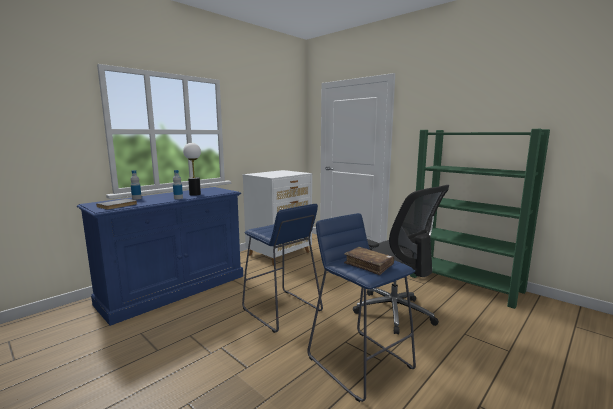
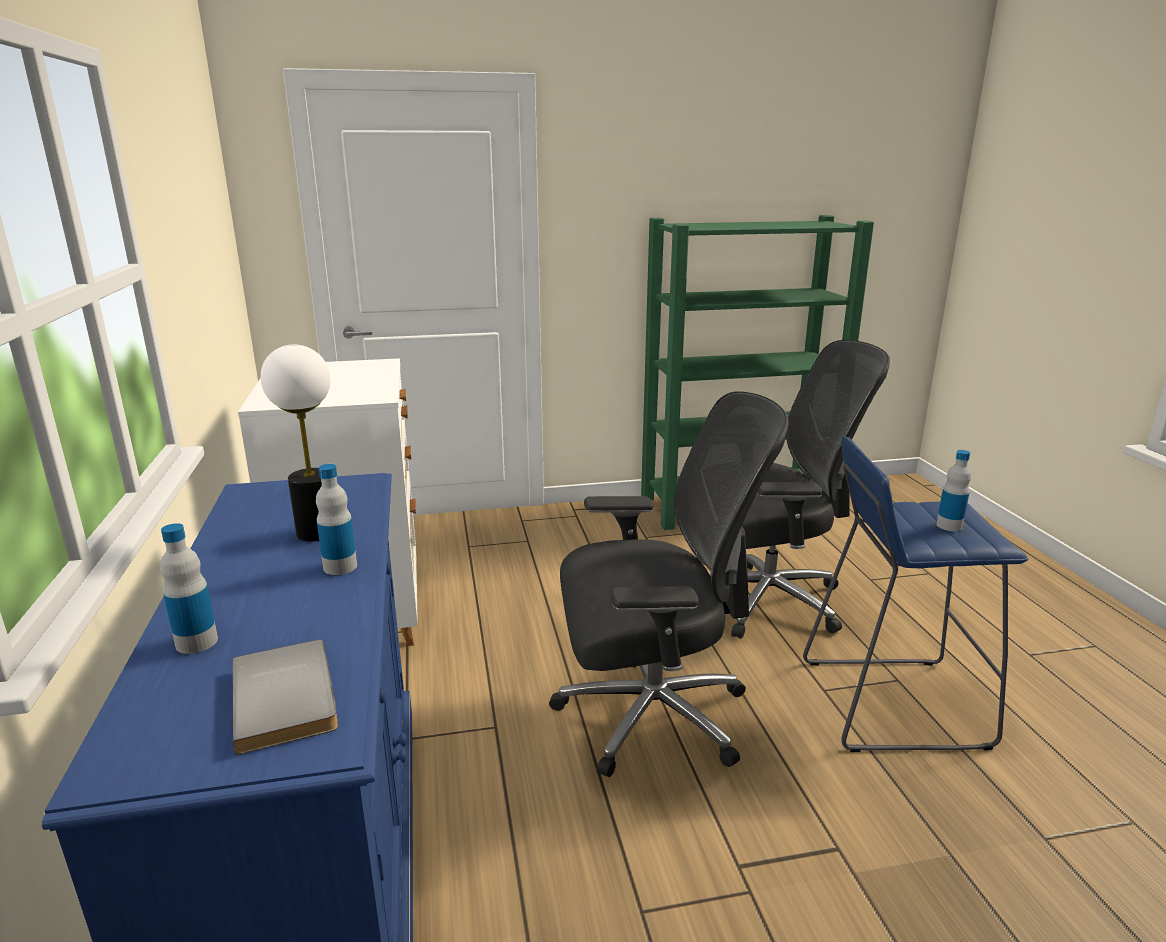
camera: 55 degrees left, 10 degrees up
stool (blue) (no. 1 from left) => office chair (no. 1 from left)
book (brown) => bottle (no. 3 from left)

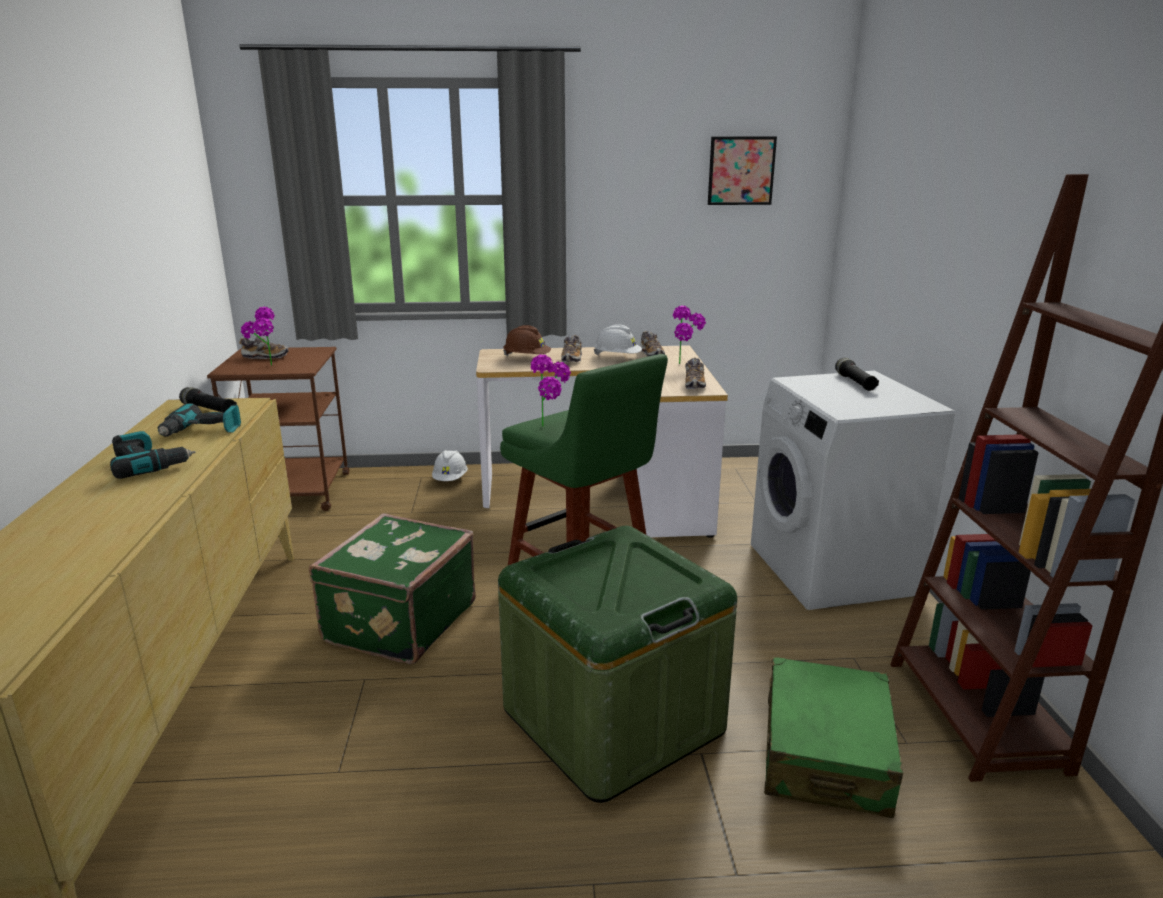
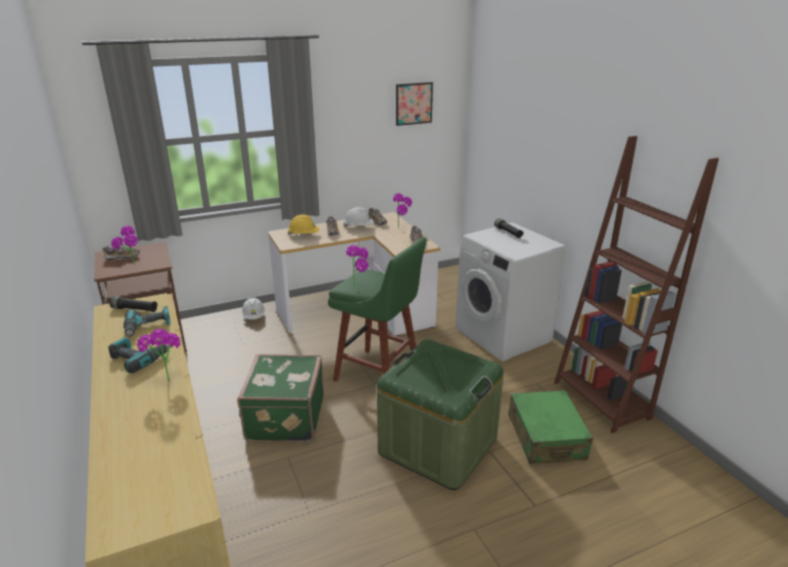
camera: 20 degrees left, 5 degrees up
hard hat (brown) => hard hat (yellow)
nothing => potted plant (no. 2 from left)

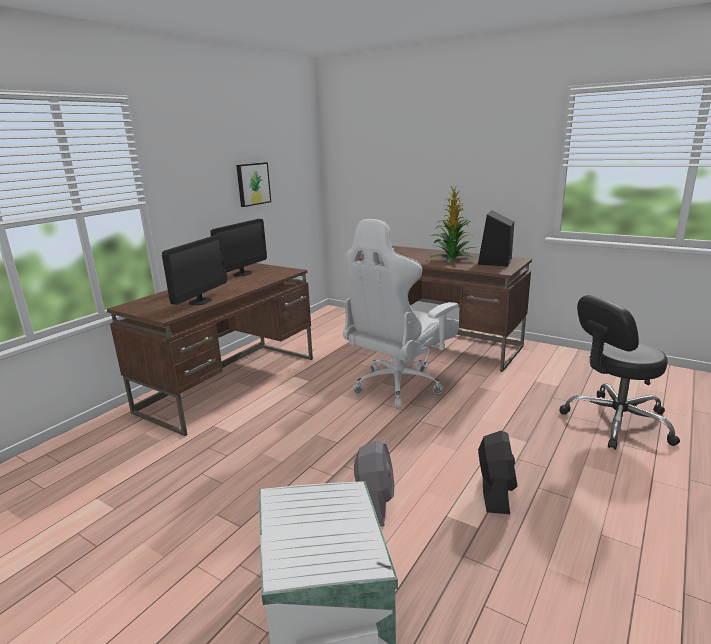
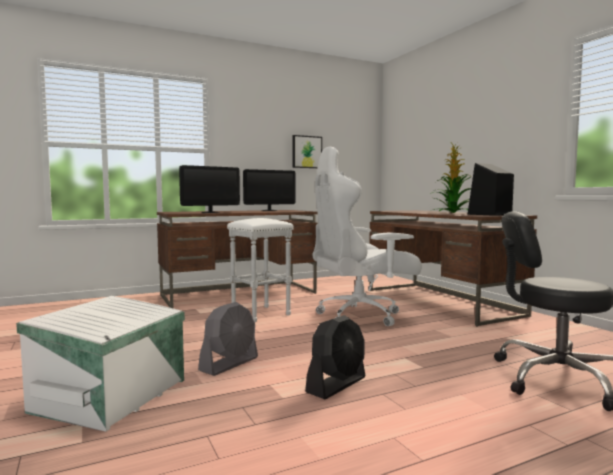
camera: 30 degrees right, 15 degrees down
nothing => stool (white)

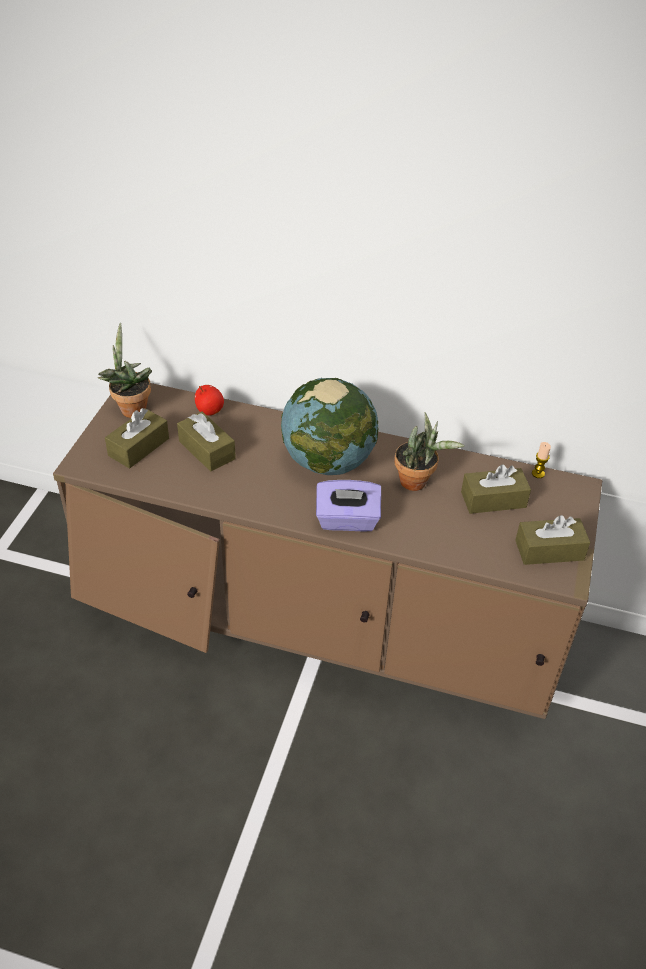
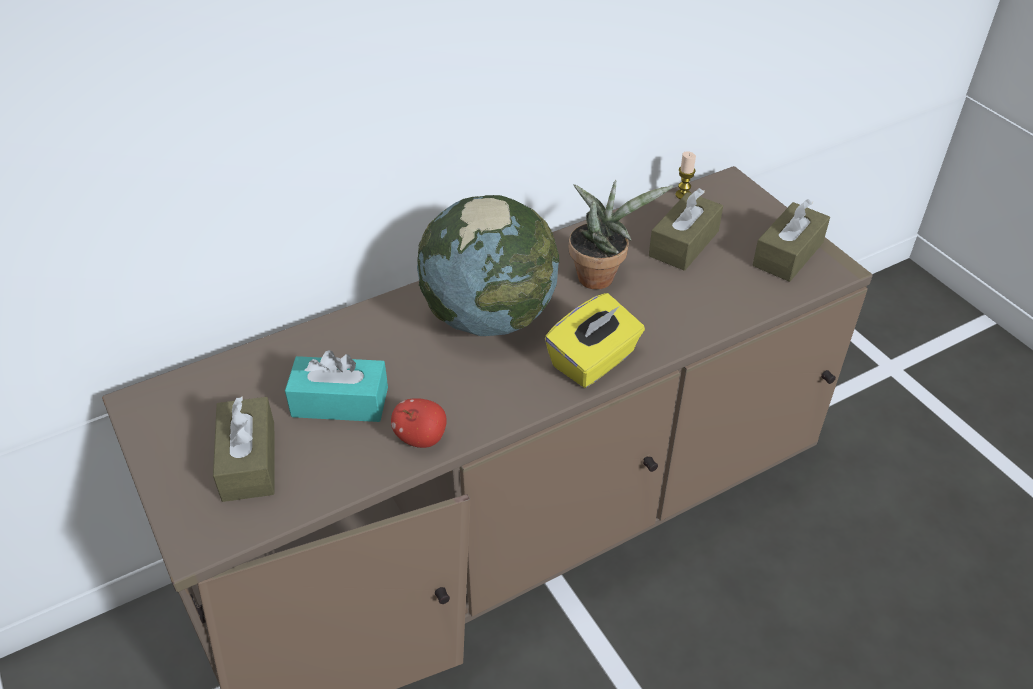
camera: 45 degrees left, 0 degrees up
potted plant (no. 1 from left) => nothing
tissue box (brown) (no. 2 from left) => tissue box (turquoise)
apple, relocated
tissue box (purple) => tissue box (yellow)

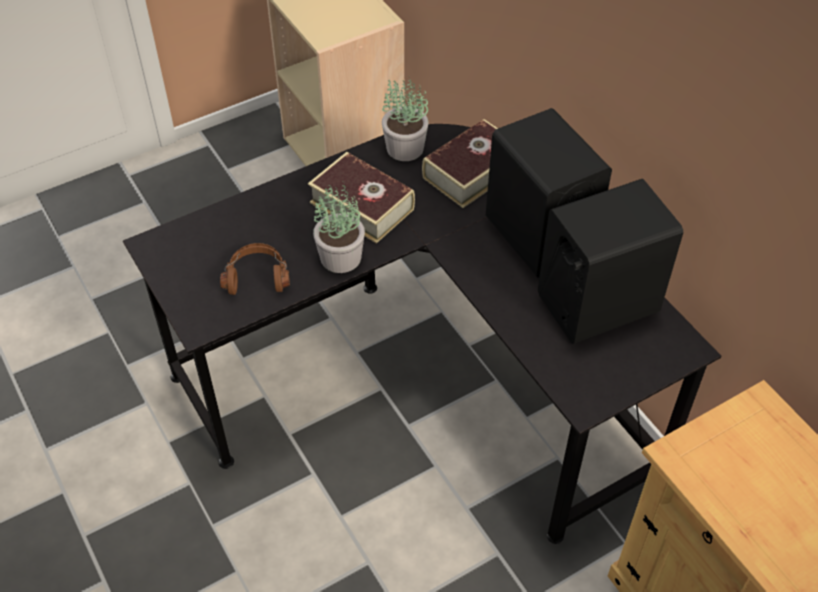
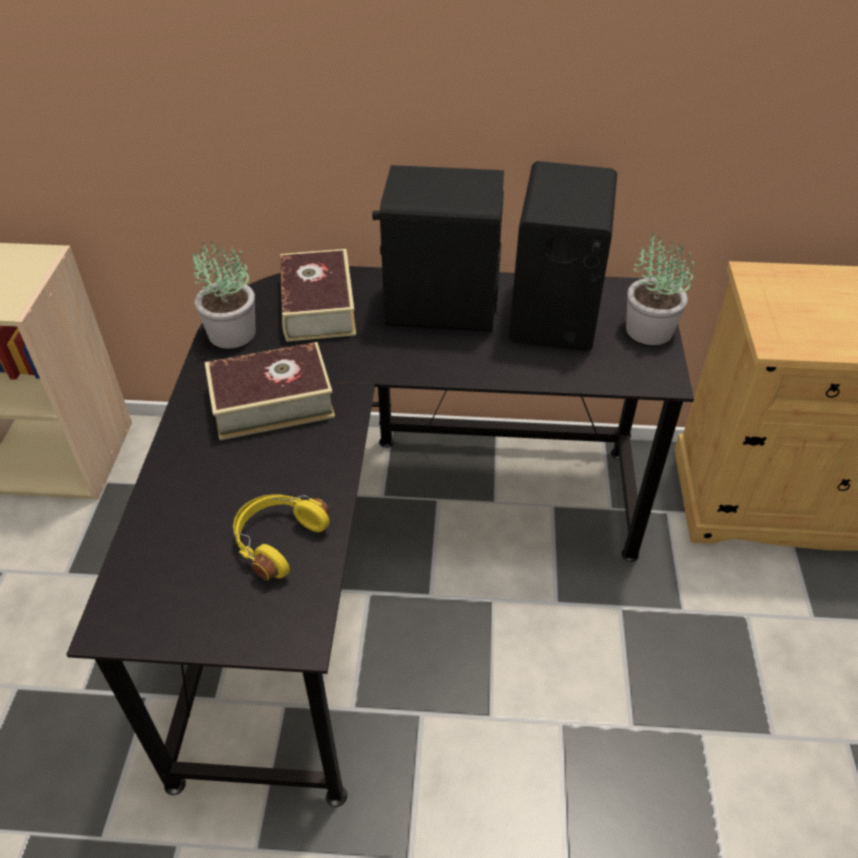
camera: 55 degrees left, 5 degrees down
headphones (brown) => headphones (yellow)
potted plant (no. 1 from left in the first image) => potted plant (no. 2 from left), relocated

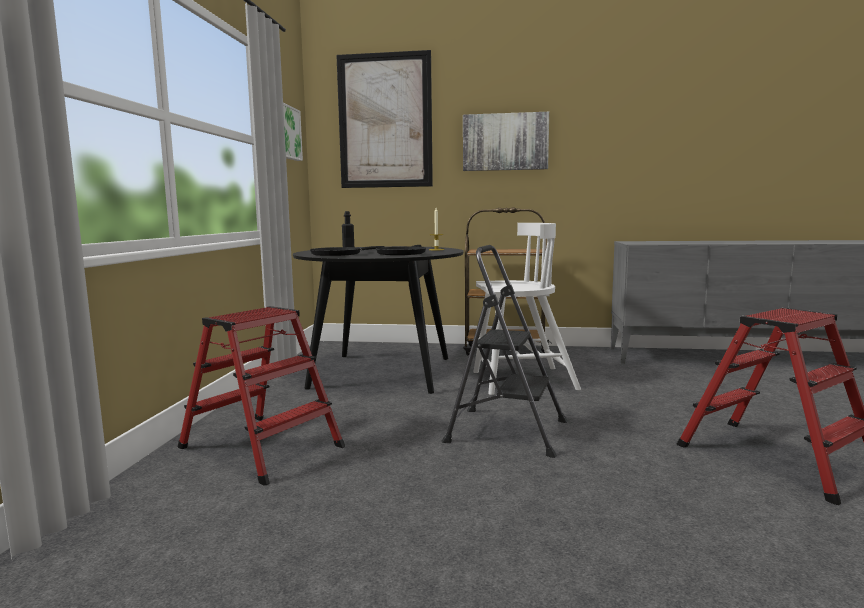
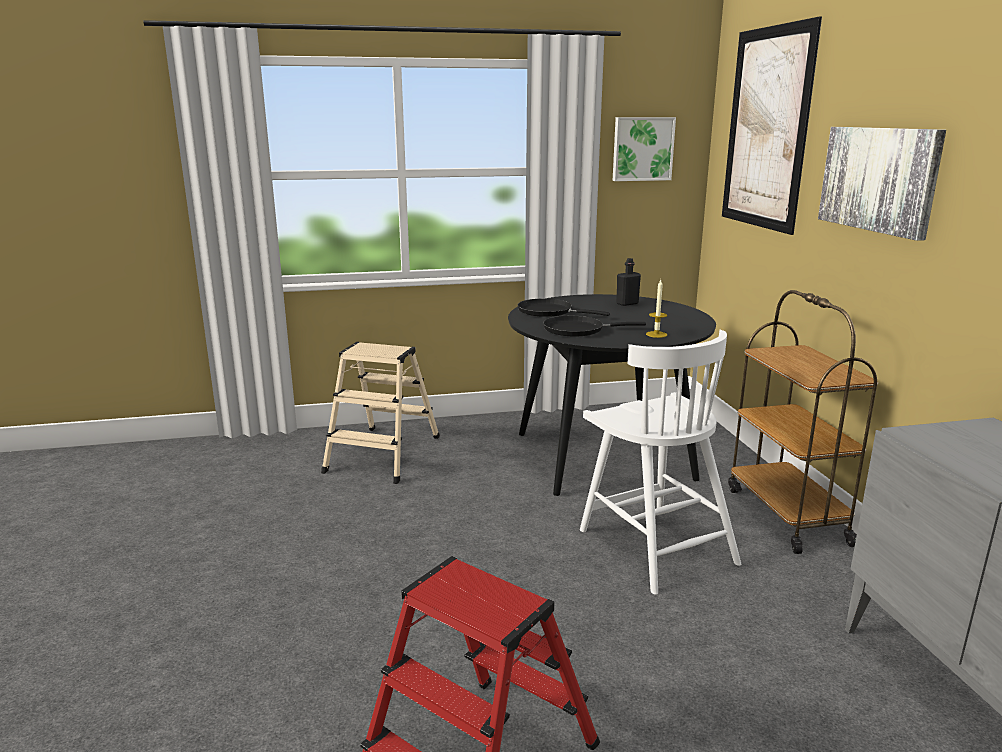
camera: 70 degrees right, 10 degrees up
step ladder (red) (no. 1 from left) => step ladder (beige)
step ladder (black) => nothing

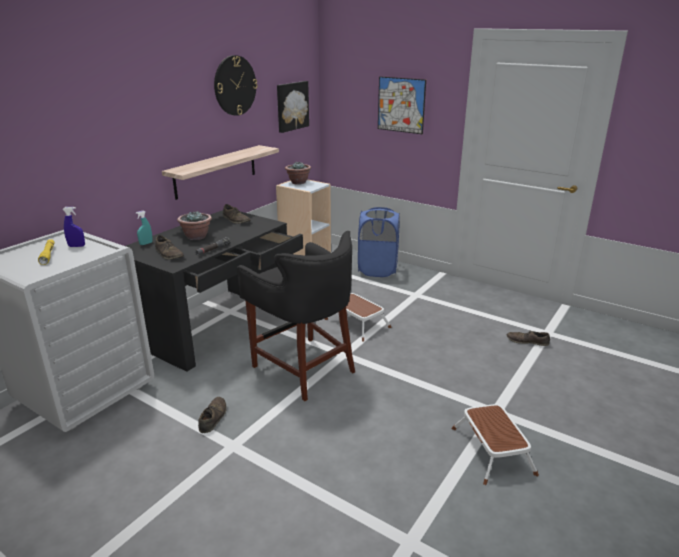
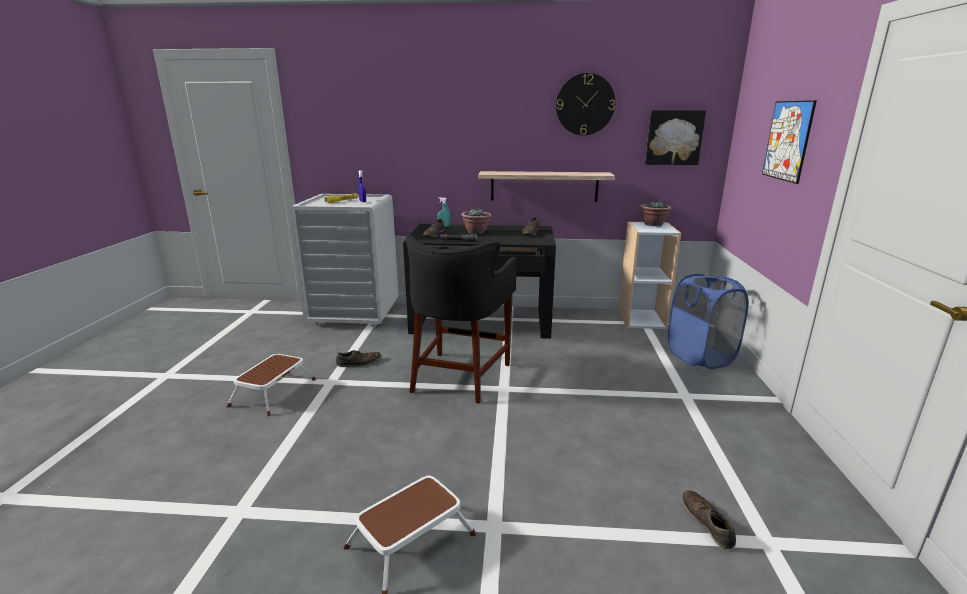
camera: 60 degrees right, 5 degrees down
step ladder (brown) (no. 1 from left), relocated

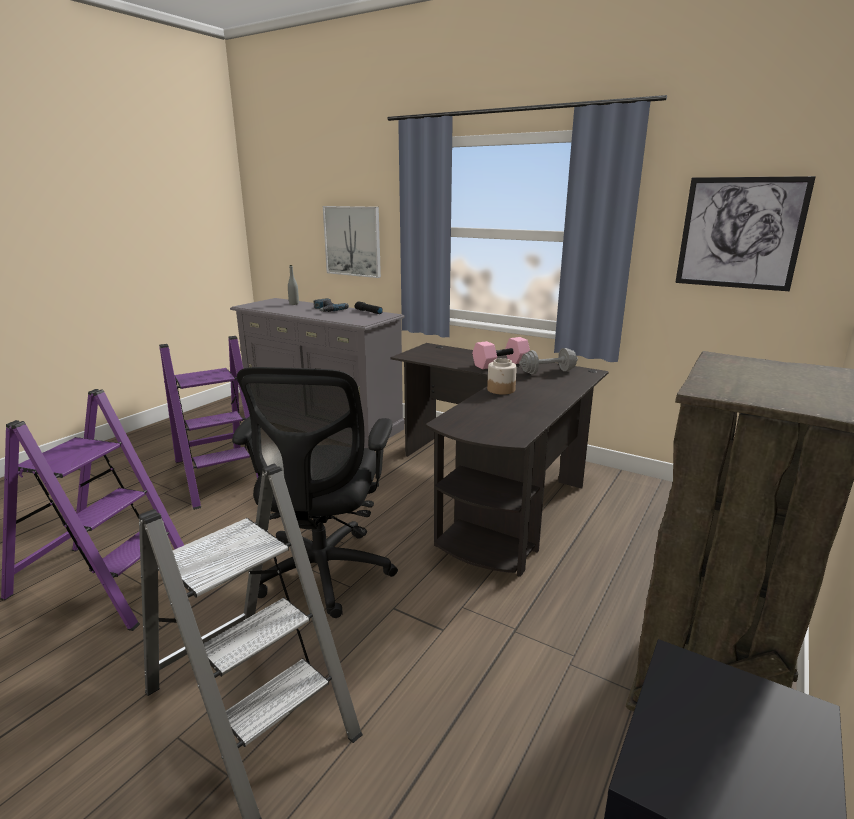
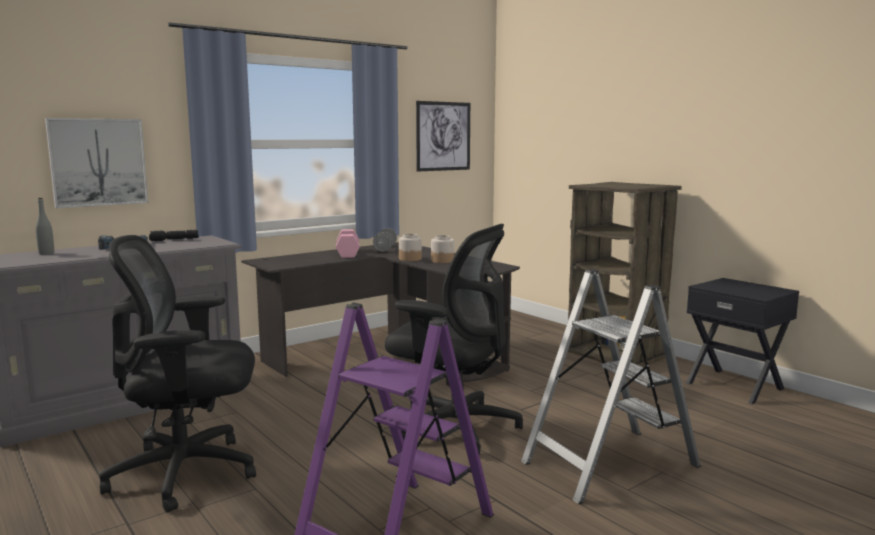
camera: 70 degrees left, 10 degrees down
step ladder (purple) (no. 2 from left) => office chair (black) (no. 1 from left)
nothing => jar (no. 2 from left)

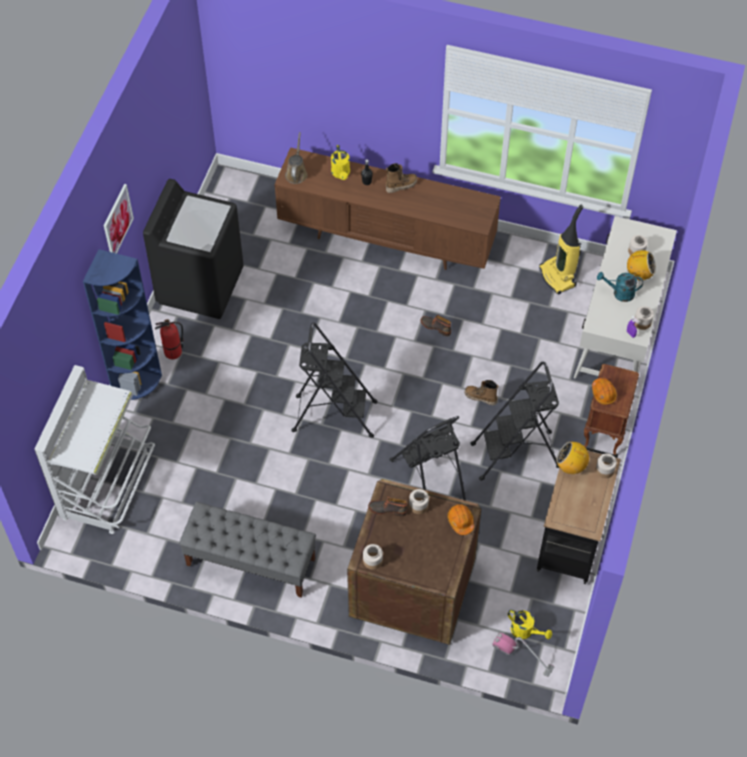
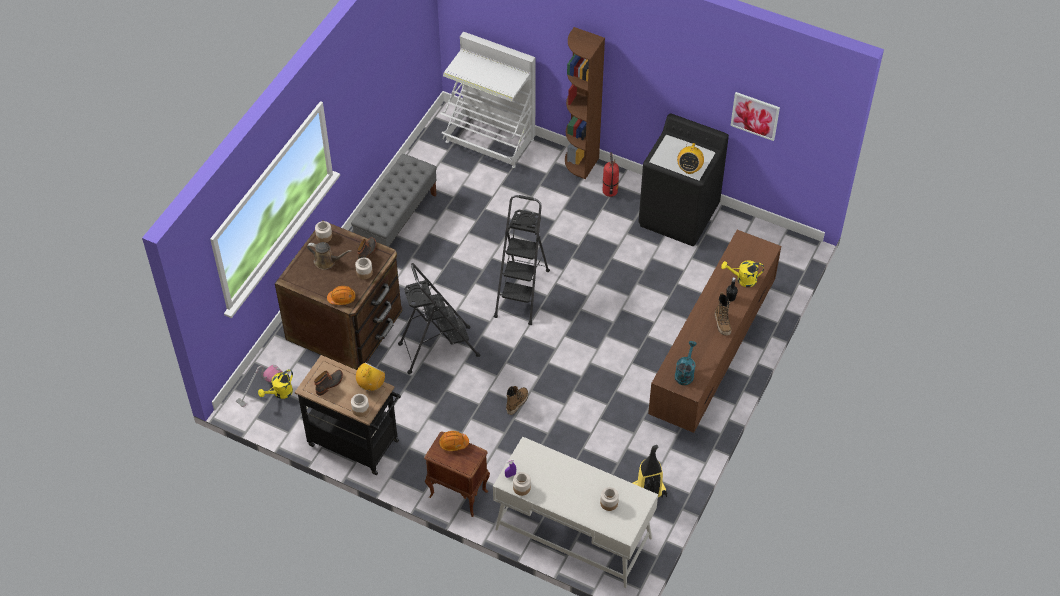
camera: 100 degrees right, 5 degrees down
bookcase (blue) => bookcase (brown)
picture, relocated
watering can (brown), relocated
boot (no. 3 from left in the first image) => boot (no. 1 from left), relocated
step ladder (no. 3 from left) => nothing
watering can (turquoise), relocated
radio (no. 2 from left), relocated

